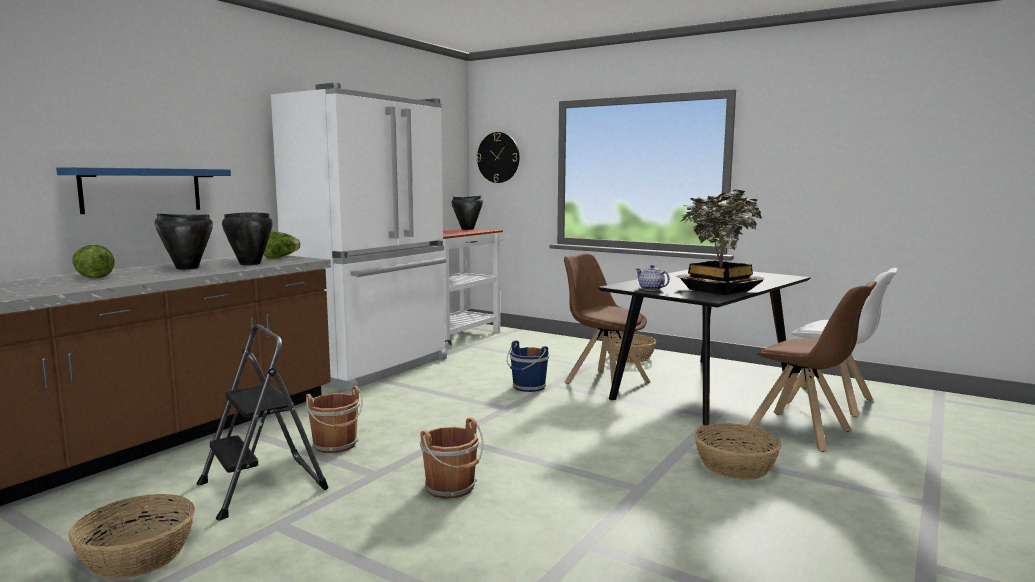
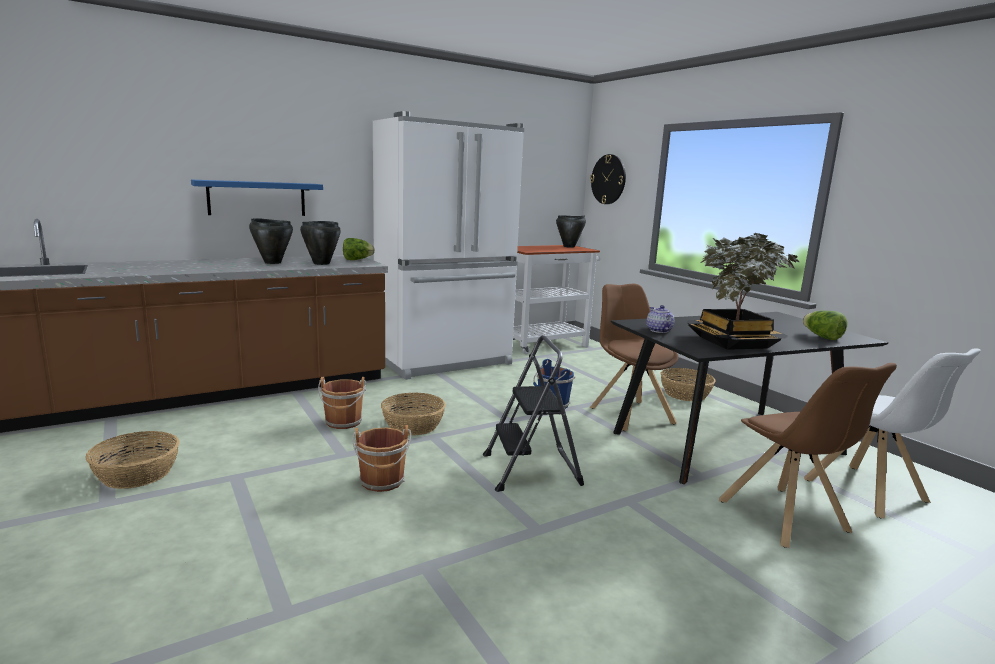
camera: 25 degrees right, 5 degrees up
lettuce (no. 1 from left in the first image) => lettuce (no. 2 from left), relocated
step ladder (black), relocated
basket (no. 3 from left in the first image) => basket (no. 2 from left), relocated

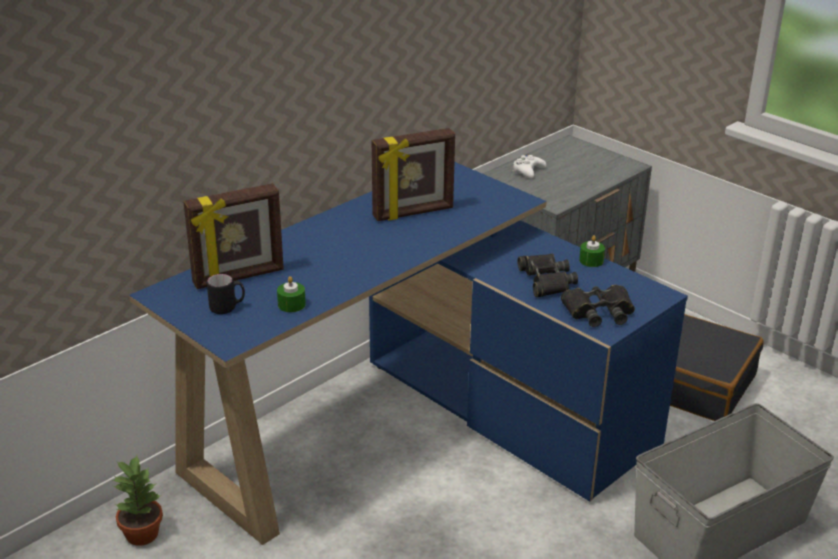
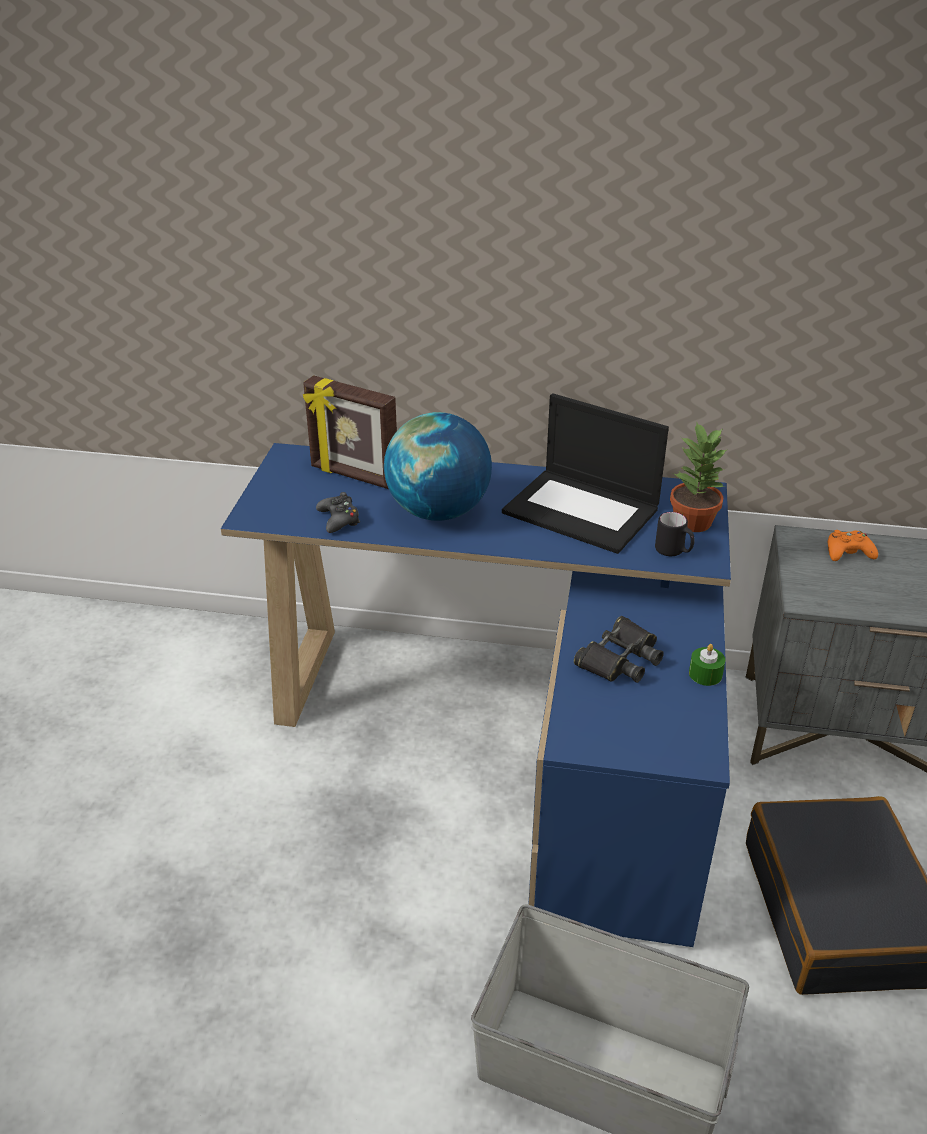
camera: 55 degrees right, 5 degrees up
potted plant, relocated
mug (black), relocated
candle (green) (no. 1 from left) => game controller (black)
picture frame (no. 2 from left) => laptop
game controller (white) => game controller (orange)
binoculars (black) (no. 2 from left) => nothing
nothing => globe

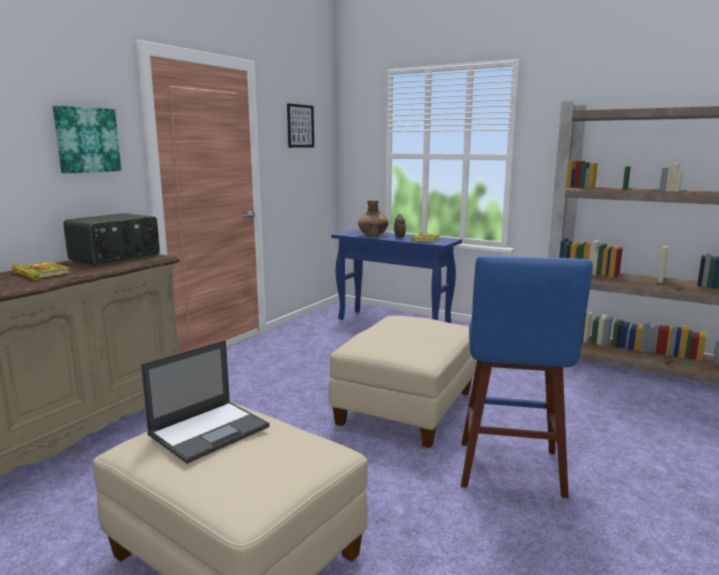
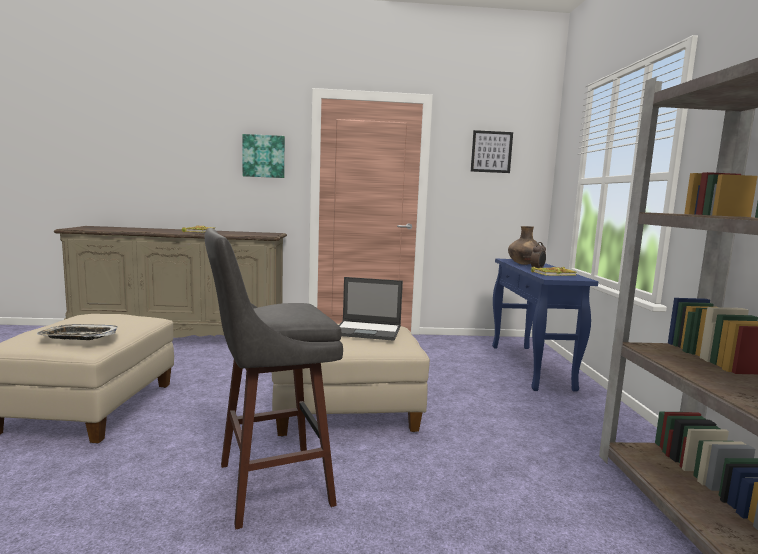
camera: 55 degrees right, 5 degrees down
radio => nothing
laptop, relocated
stool (blue) => stool (grey)
nothing => tray

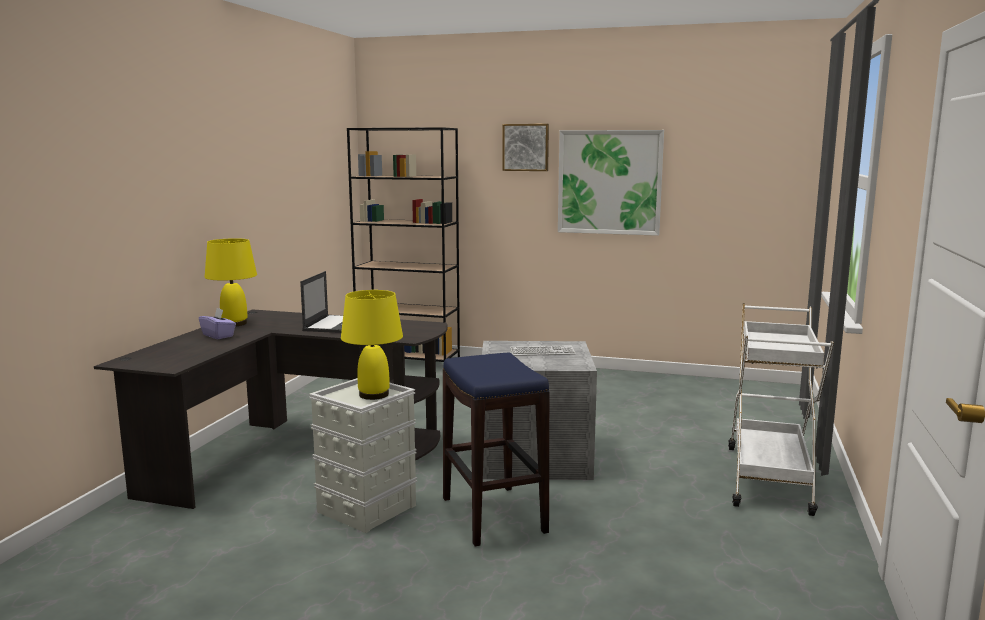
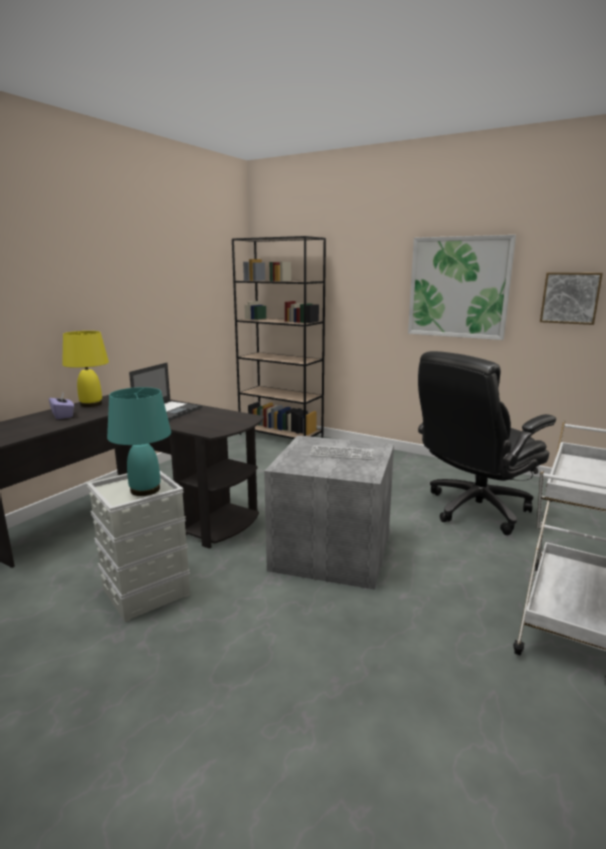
camera: 15 degrees right, 5 degrees up
table lamp (yellow) (no. 2 from left) => table lamp (turquoise)
stool => nothing
picture (no. 1 from left in the first image) => picture (no. 2 from left), relocated
nothing => office chair (black)

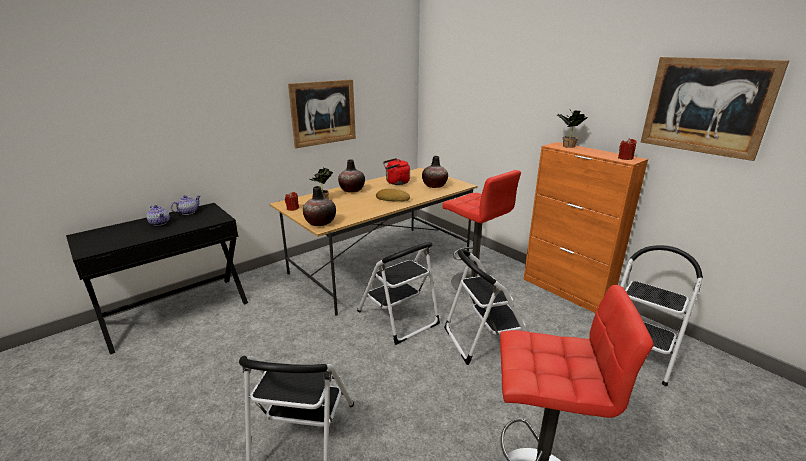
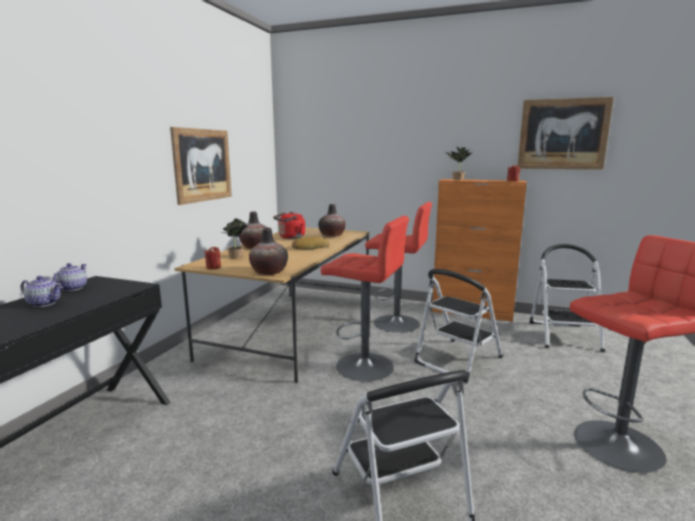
camera: 30 degrees left, 10 degrees down
step ladder (no. 2 from left) => stool (red) (no. 1 from left)

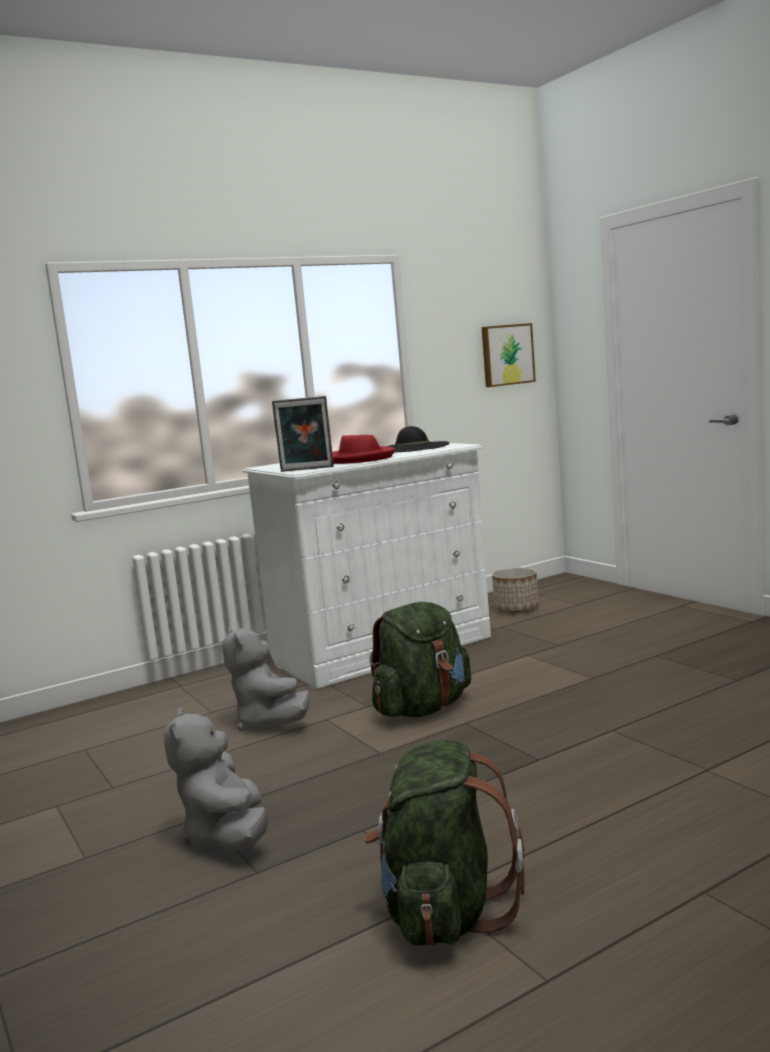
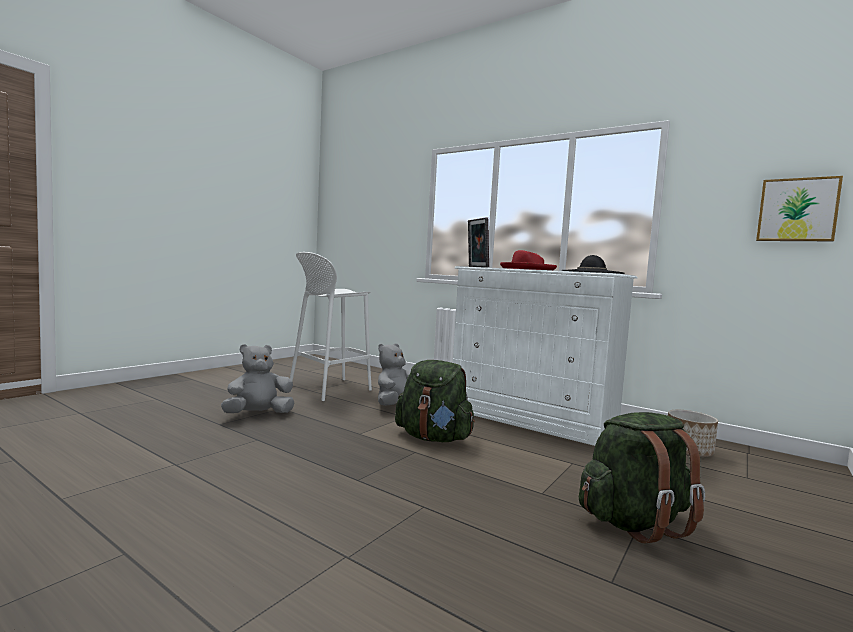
camera: 65 degrees right, 5 degrees down
backpack (green) (no. 2 from left), relocated
nothing => stool (white)

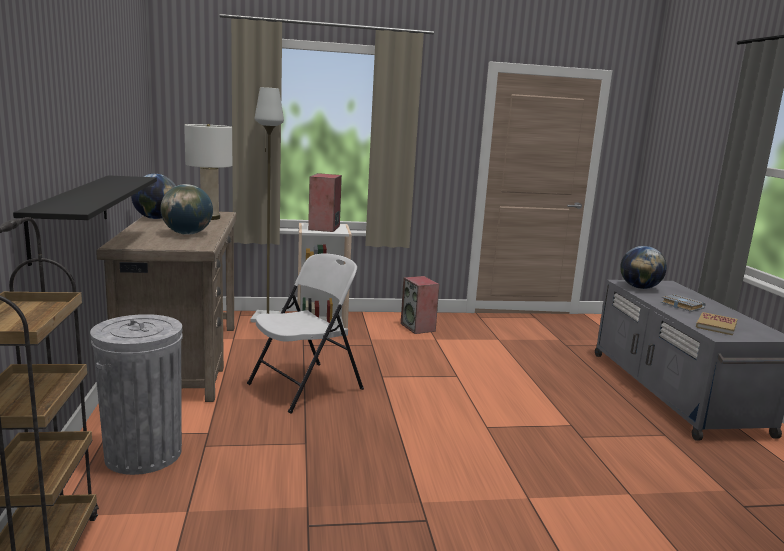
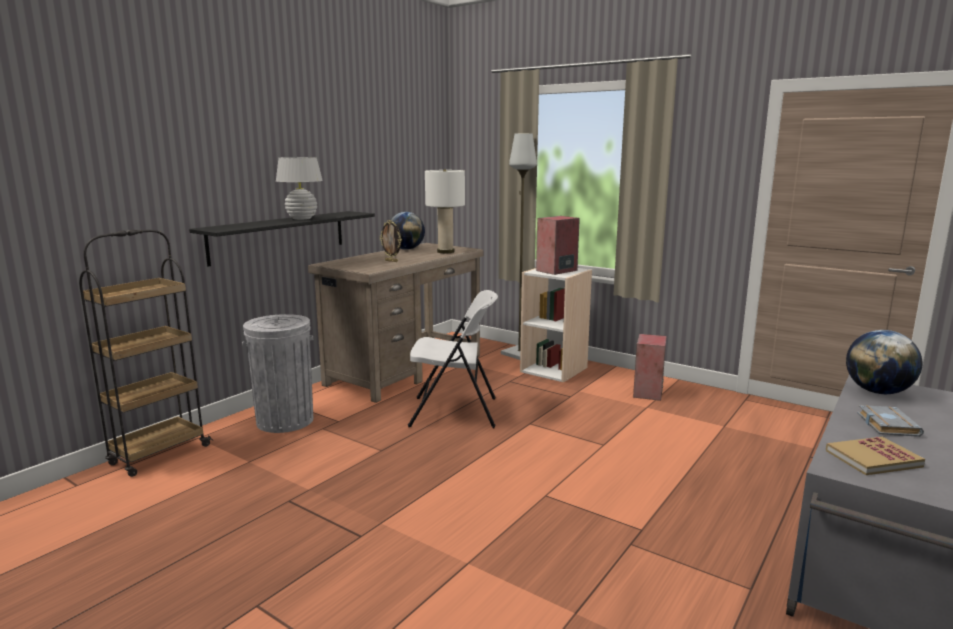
camera: 45 degrees right, 0 degrees up
globe (no. 2 from left) => picture frame
nothing => table lamp (white) (no. 1 from left)

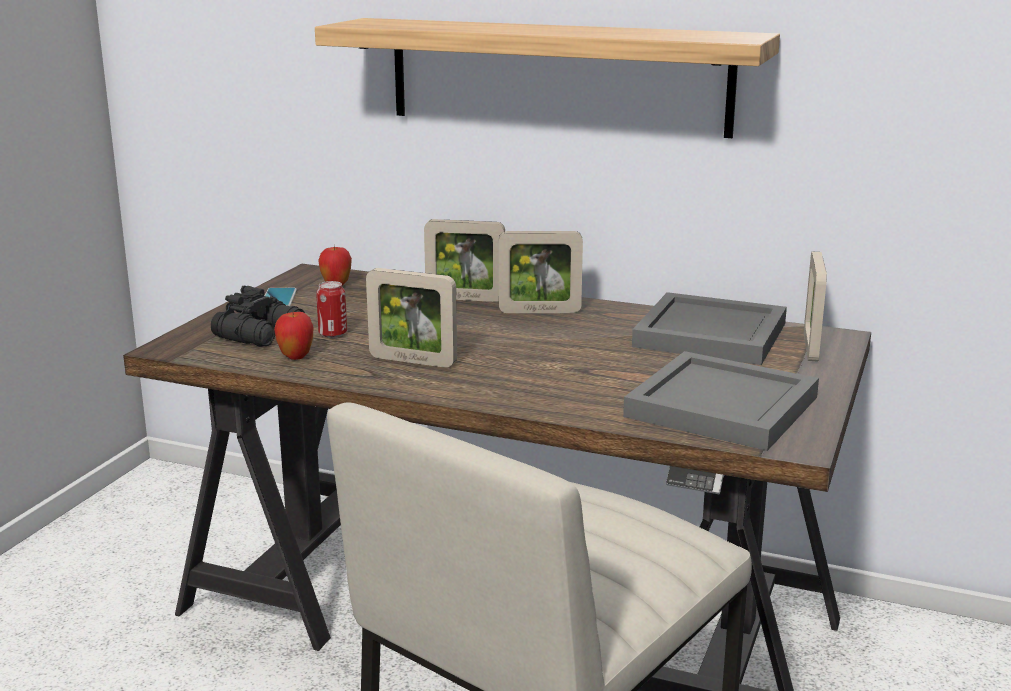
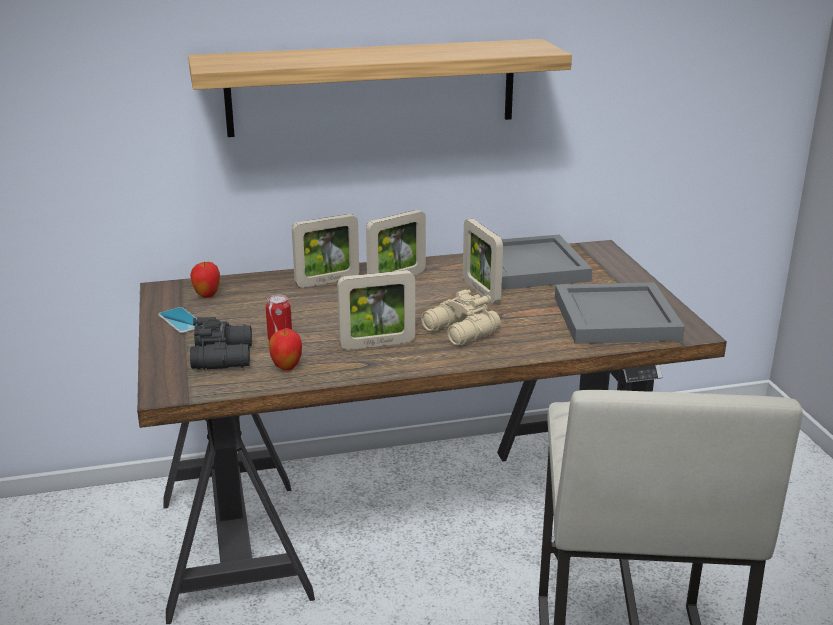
camera: 35 degrees left, 5 degrees up
picture frame (no. 4 from left), relocated
nothing => binoculars (beige)

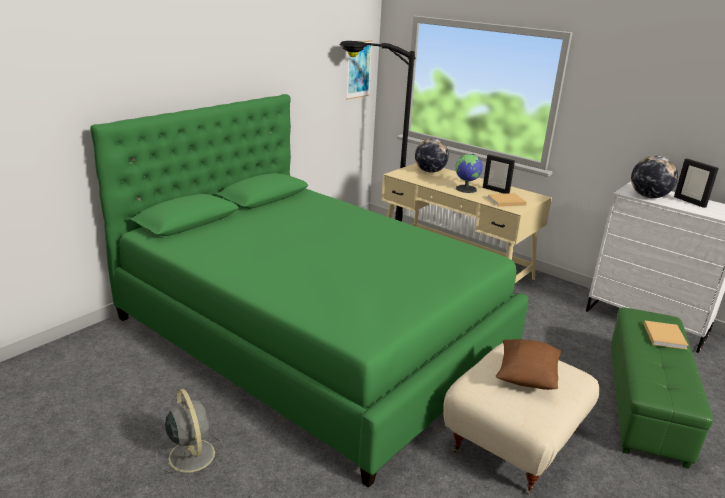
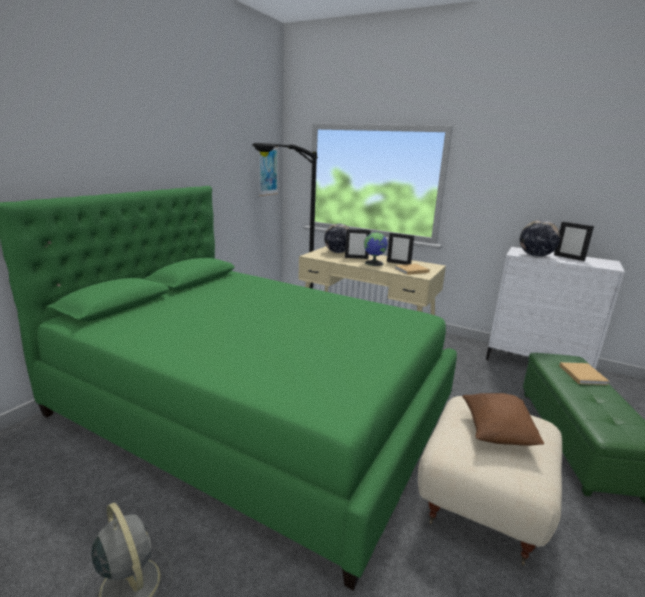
camera: 10 degrees left, 5 degrees down
nothing => picture frame (no. 1 from left)

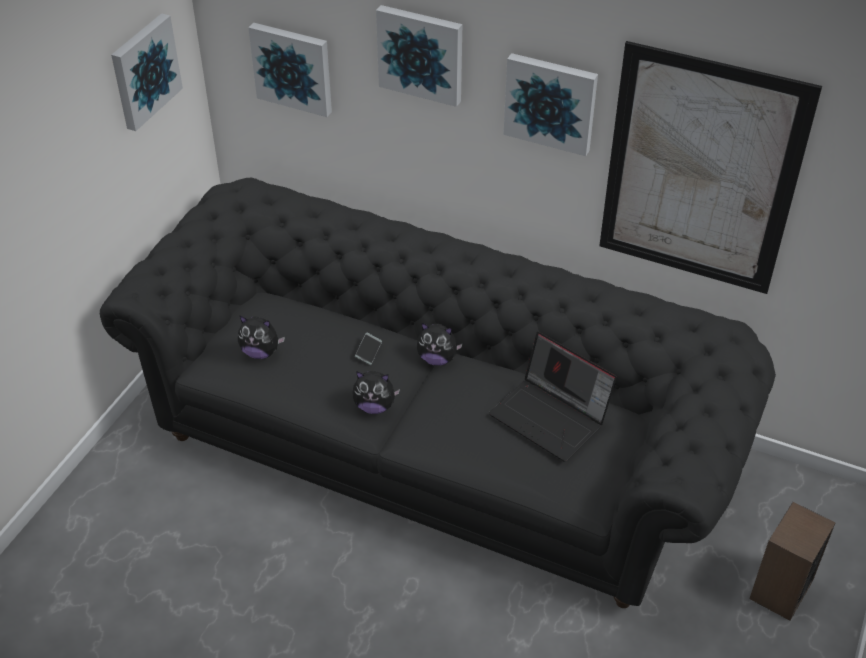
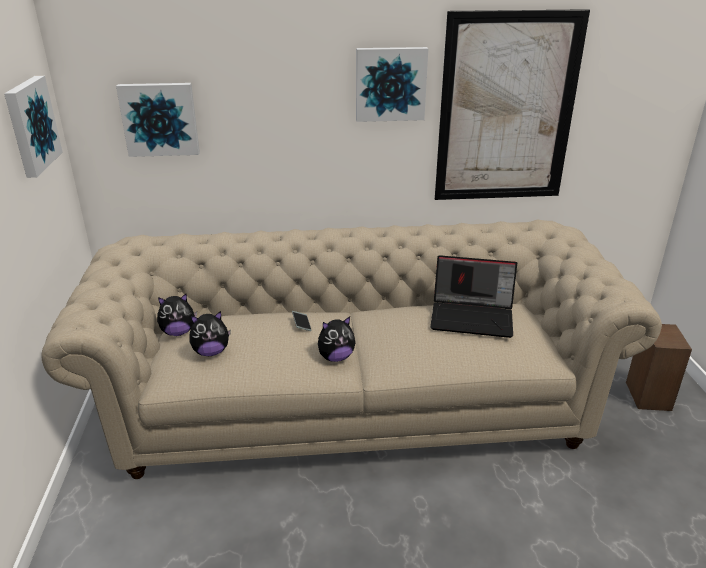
camera: 30 degrees left, 15 degrees down
sofa (black) => sofa (beige)
picture (no. 3 from left) => nothing
plush toy (no. 3 from left in the first image) => plush toy (no. 1 from left), relocated

